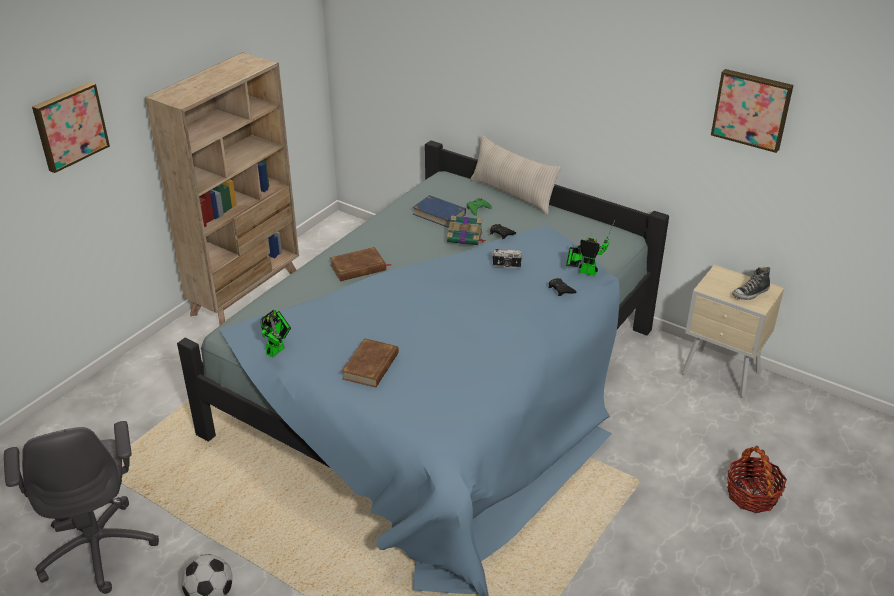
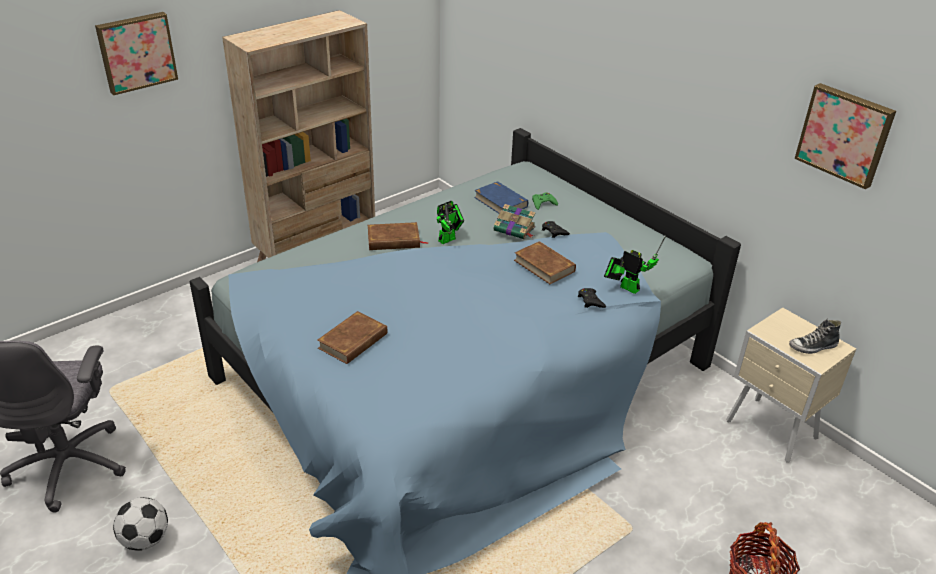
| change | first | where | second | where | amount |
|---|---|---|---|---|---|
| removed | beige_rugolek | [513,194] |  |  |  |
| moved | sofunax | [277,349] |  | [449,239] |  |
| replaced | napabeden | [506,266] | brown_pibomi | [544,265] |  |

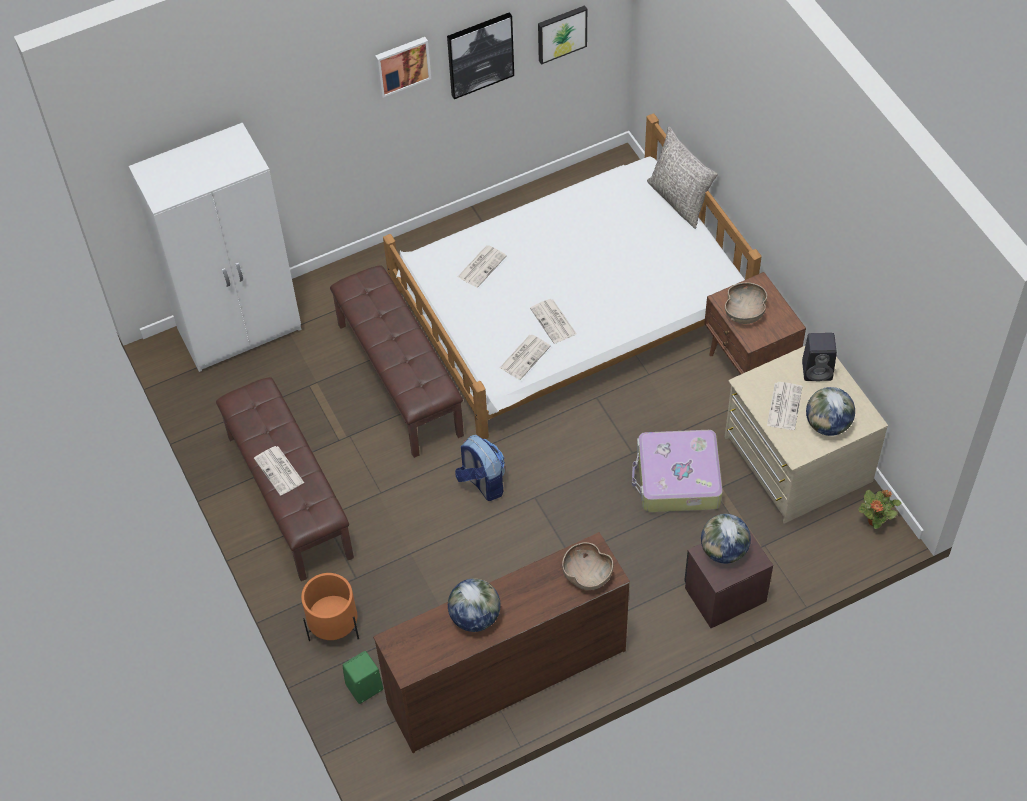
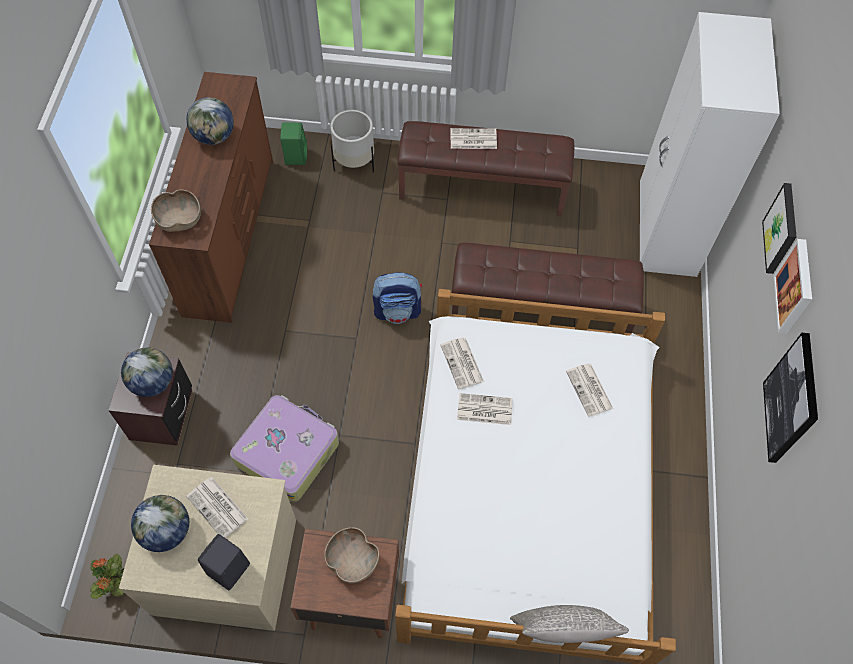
| change | first | where | second | where | amount |
|---|---|---|---|---|---|
| moved | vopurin | [561,33] |  | [782,229] |  |
| recoloured | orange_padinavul | [334,627] | white_padinavul | [354,162] |  |

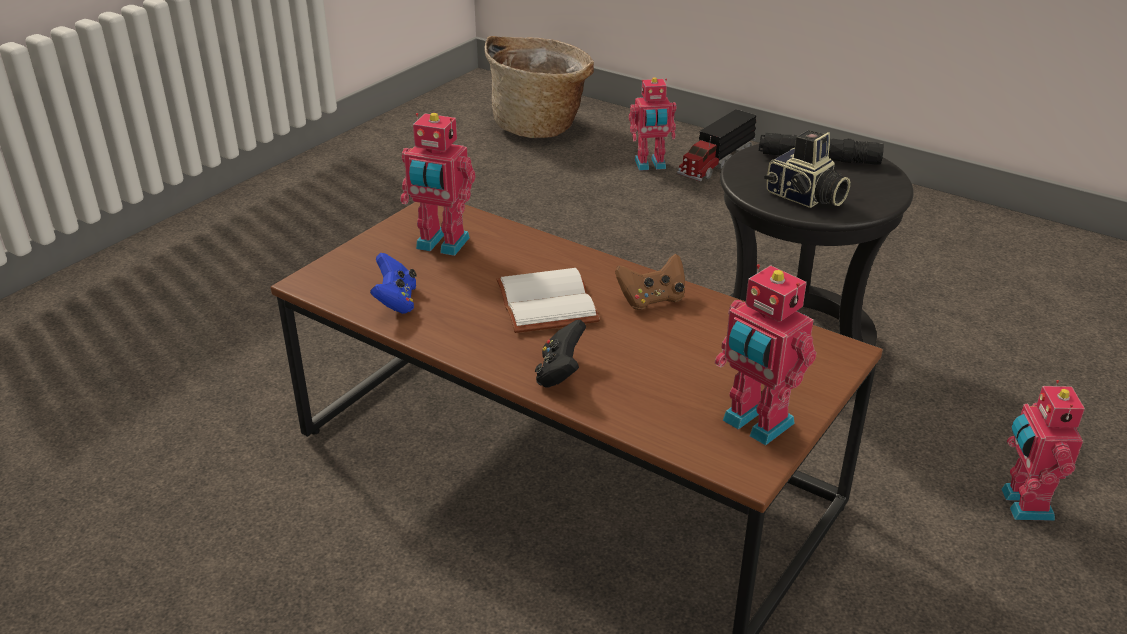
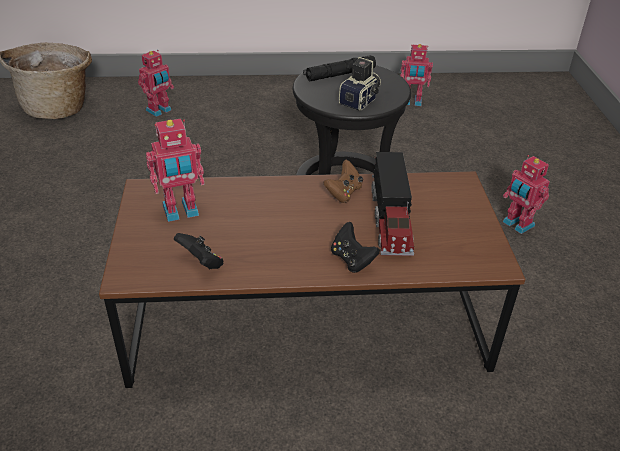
| change | first | where | second | where | amount |
|---|---|---|---|---|---|
| removed | white_pibomi | [543,302] |  |  |  |
| moved | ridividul | [715,162] |  | [391,219] |  |
| moved | sofunax | [755,424] |  | [412,102] |  |
| recoloured | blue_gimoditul | [396,301] | black_gimoditul | [201,262] |  |
| turned | napabeden | [805,198] |  | [361,100] | 60 degrees counterclockwise |

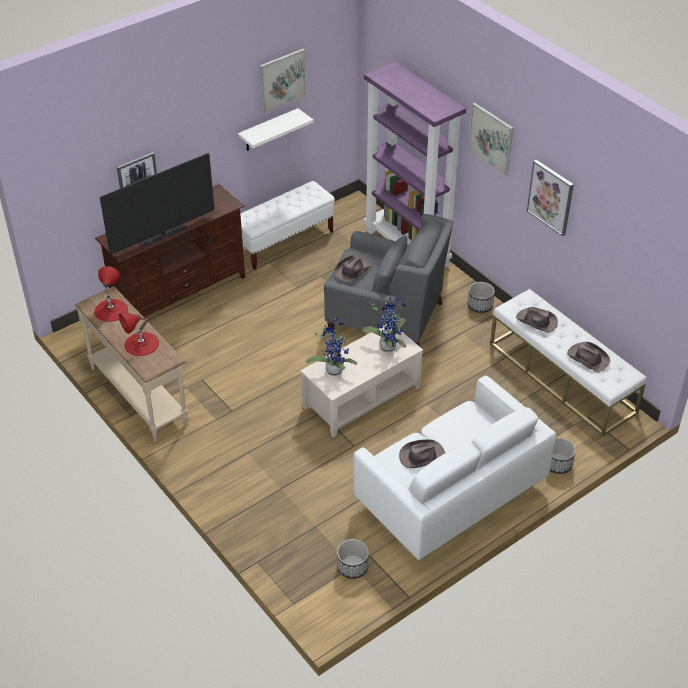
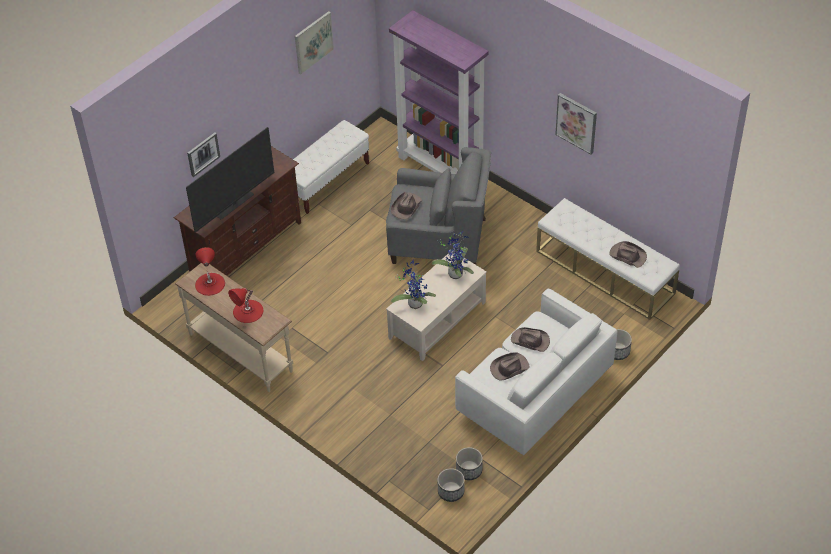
| change | first | where | second | where | amount |
|---|---|---|---|---|---|
| removed | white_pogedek | [268,130] |  |  |  |
| removed | vopurin | [491,138] |  |  |  |
| moved | padinavul | [480,306] |  | [451,491] |  |
| moved | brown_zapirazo | [537,321] |  | [530,341] |  |

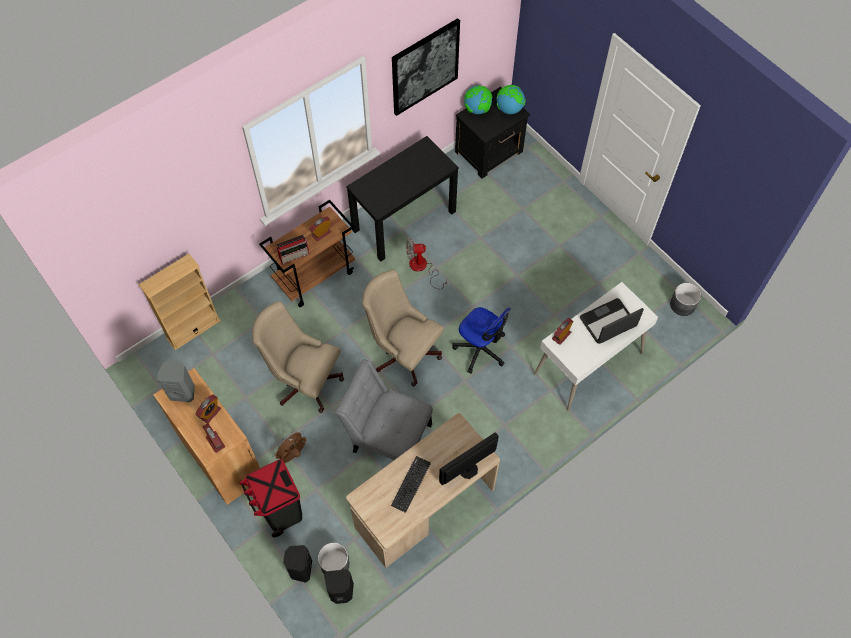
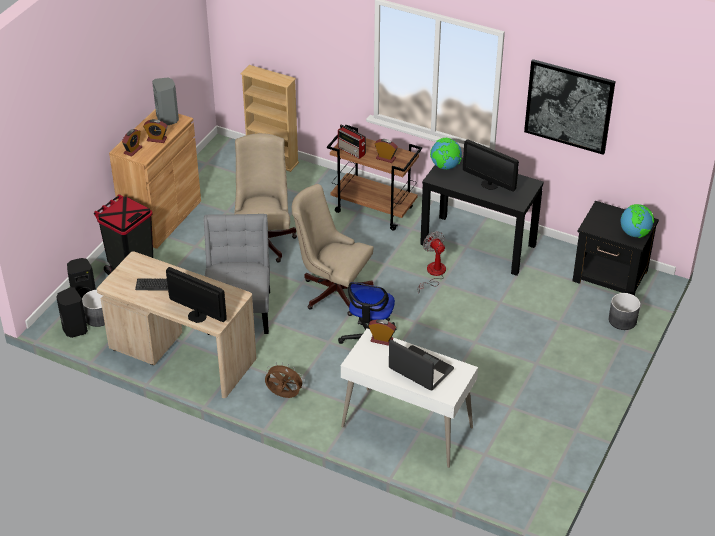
| change | first | where | second | where | amount |
|---|---|---|---|---|---|
| added |  |  | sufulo | [489,184] |  |
| moved | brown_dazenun | [293,455] |  | [284,396] |  |
| moved | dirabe | [477,109] |  | [445,167] |  |
| moved | grey_padinavul | [682,304] |  | [622,320] |  |
| turned | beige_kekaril | [403,352] |  | [332,291] | 75 degrees counterclockwise |

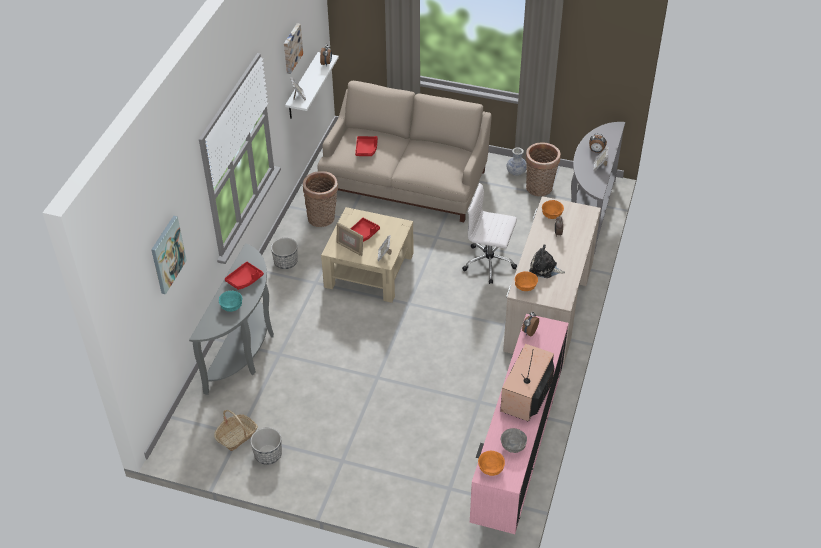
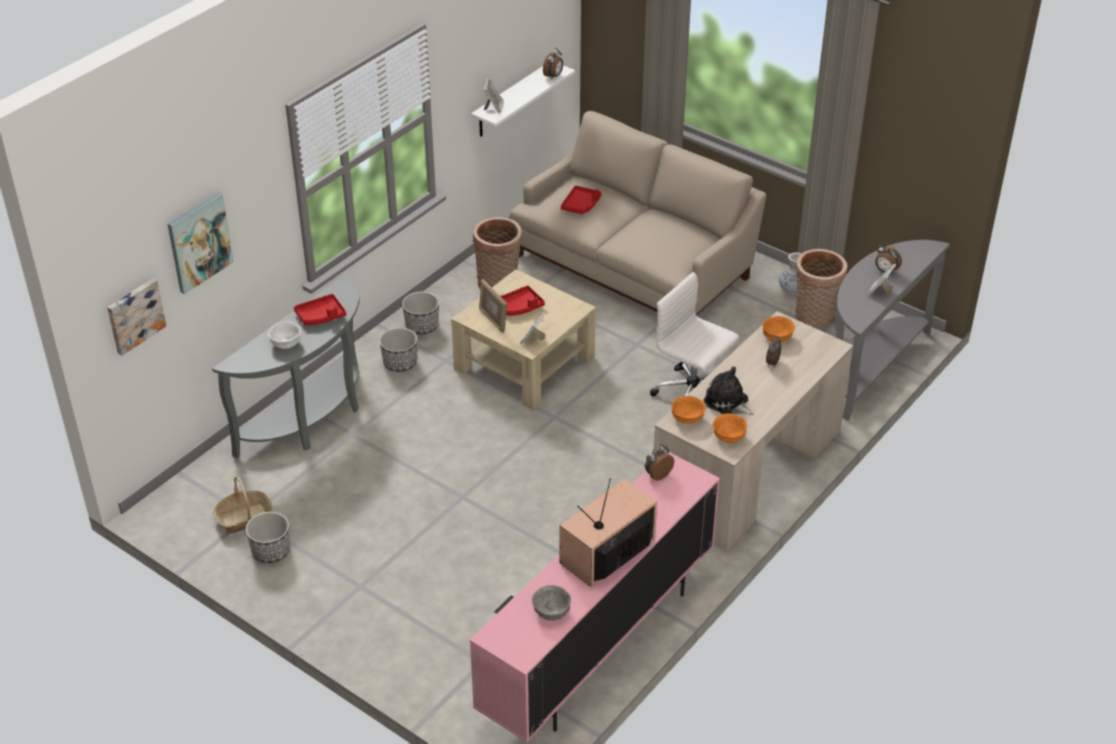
| change | first | where | second | where | amount |
|---|---|---|---|---|---|
| added |  |  | padinavul | [400,363] |  |
| moved | vopurin | [291,48] |  | [134,315] |  |
| moved | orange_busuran | [491,468] |  | [729,436] |  |
| recoloured | turquoise_busuran | [232,306] | white_busuran | [286,343] |  |

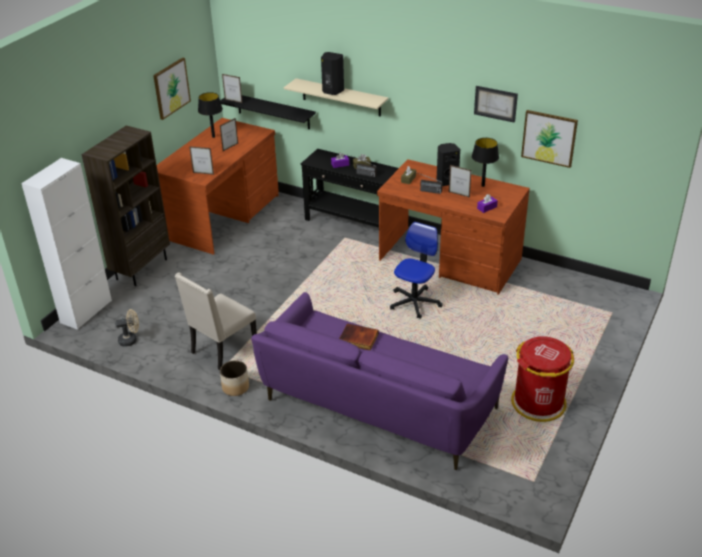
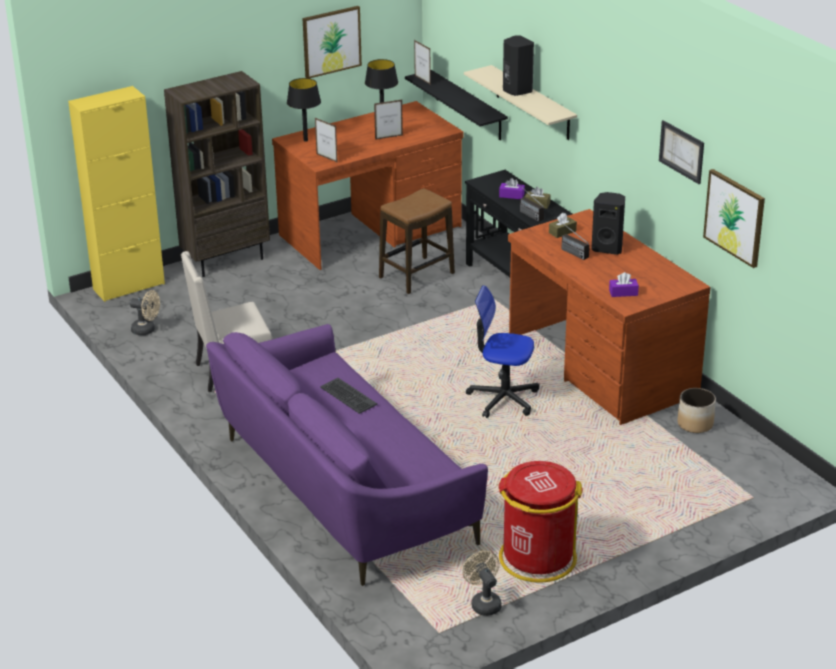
| change | first | where | second | where | amount |
|---|---|---|---|---|---|
| removed | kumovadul | [459,194] |  |  |  |
| added |  |  | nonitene | [416,276] |  |
| added |  |  | beige_dazenun | [484,603] |  |
| moved | padinavul | [235,387] |  | [694,424] |  |
| moved | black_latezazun | [483,186] |  | [305,140] |  |
| replaced | pibomi | [358,339] | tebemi | [348,396] |  |
| recoloured | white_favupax | [86,311] | yellow_favupax | [129,286] |  |
| turned | kekaril | [414,302] |  | [503,398] | 135 degrees counterclockwise |

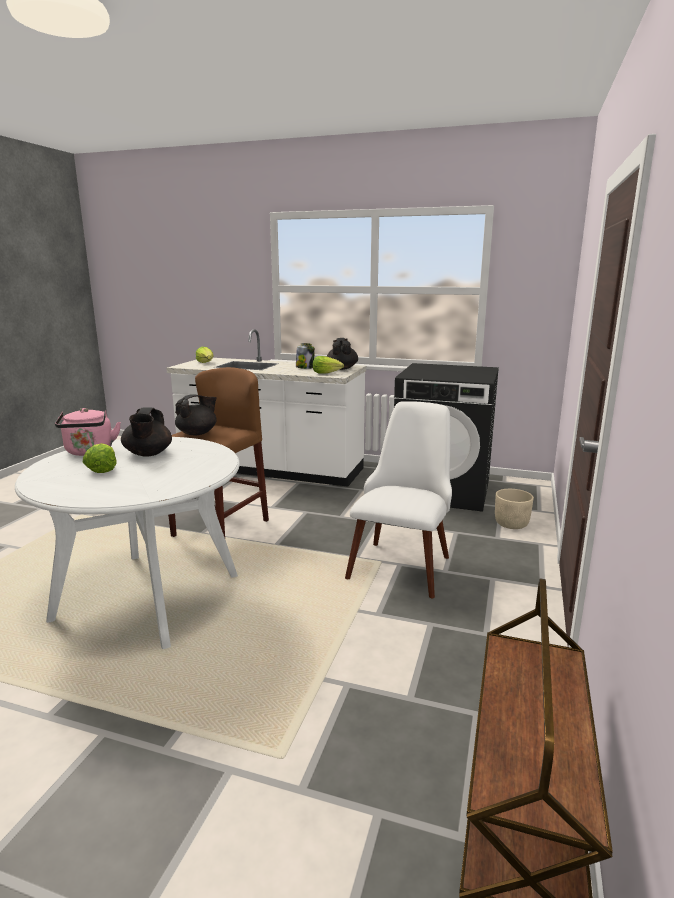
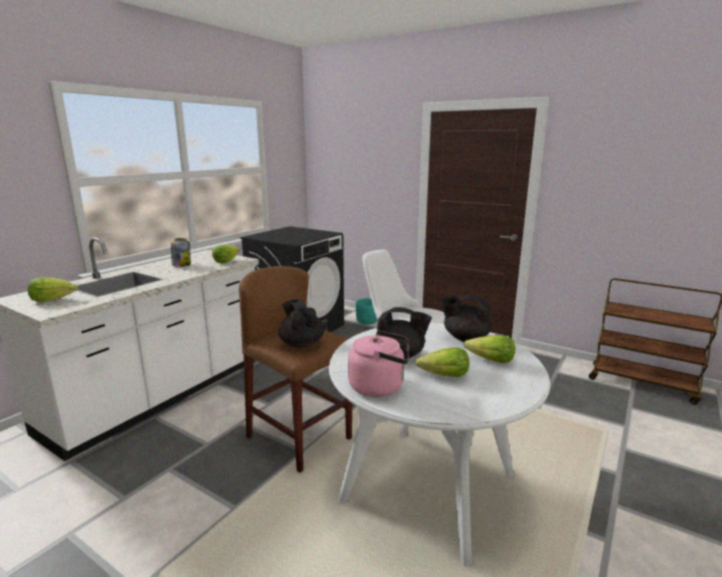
| change | first | where | second | where | amount |
|---|---|---|---|---|---|
| added |  |  | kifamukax | [490,360] |  |
| moved | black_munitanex | [342,368] |  | [465,338] |  |
| recoloured | beige_padinavul | [511,524] | turquoise_padinavul | [367,322] |  |

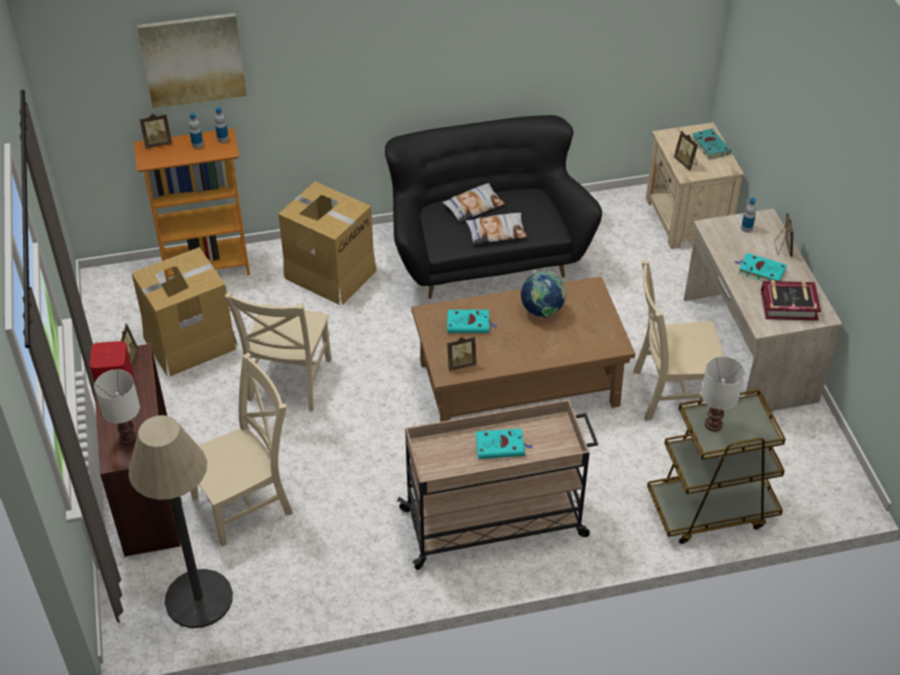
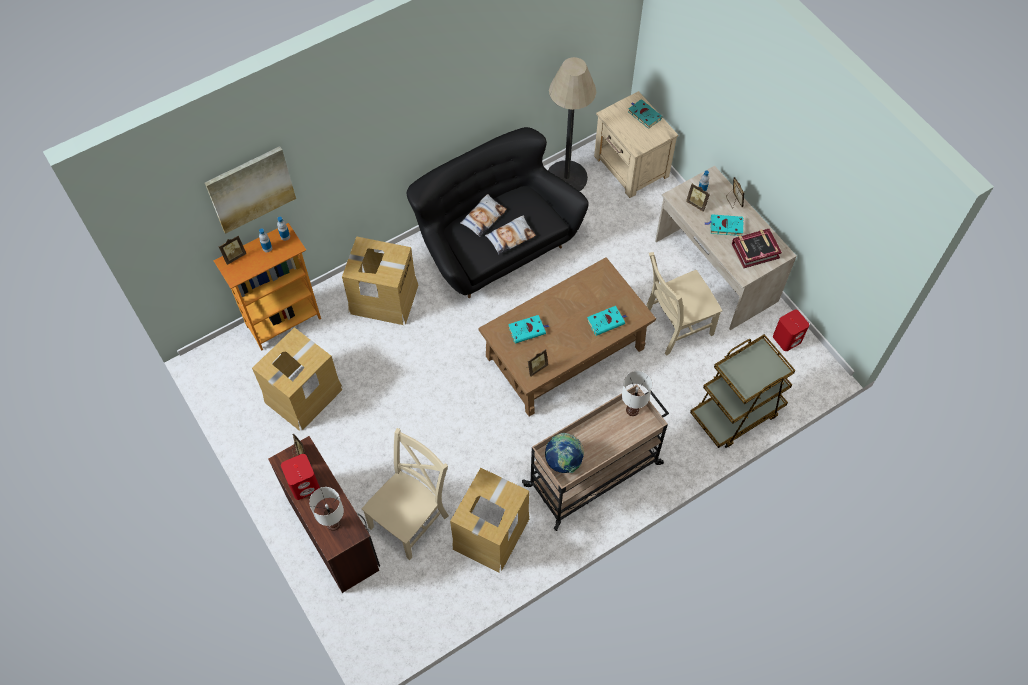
| change | first | where | second | where | amount |
|---|---|---|---|---|---|
| removed | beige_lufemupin | [288,382] |  |  |  |
| added |  |  | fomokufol | [490,533] |  |
| added |  |  | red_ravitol | [787,339] |  |
| moved | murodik | [199,599] |  | [566,178] |  |
| moved | turquoise_pibomi | [501,446] |  | [606,321] |  |
| moved | dirabe | [542,311] |  | [563,461] |  |
| moved | kumovadul | [686,162] |  | [697,204] |  |
| moved | white_latezazun | [713,425] |  | [632,410] |  |

